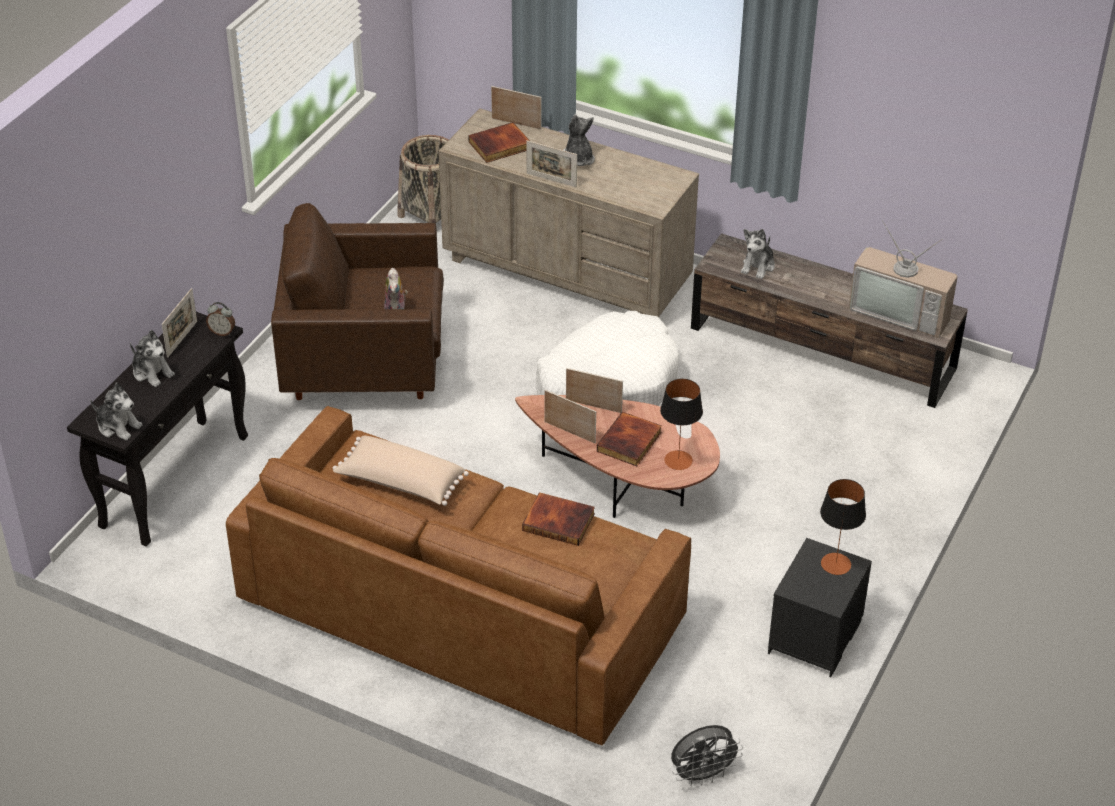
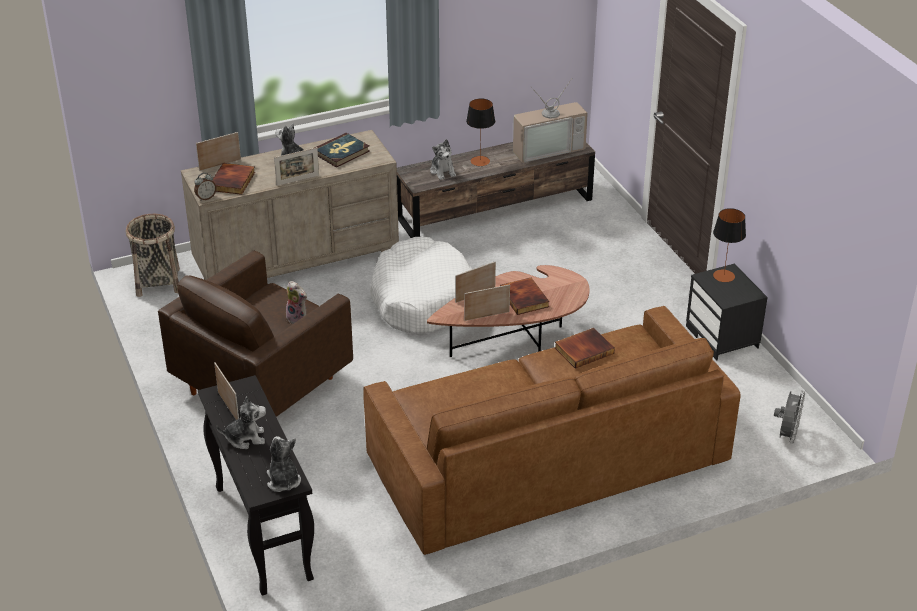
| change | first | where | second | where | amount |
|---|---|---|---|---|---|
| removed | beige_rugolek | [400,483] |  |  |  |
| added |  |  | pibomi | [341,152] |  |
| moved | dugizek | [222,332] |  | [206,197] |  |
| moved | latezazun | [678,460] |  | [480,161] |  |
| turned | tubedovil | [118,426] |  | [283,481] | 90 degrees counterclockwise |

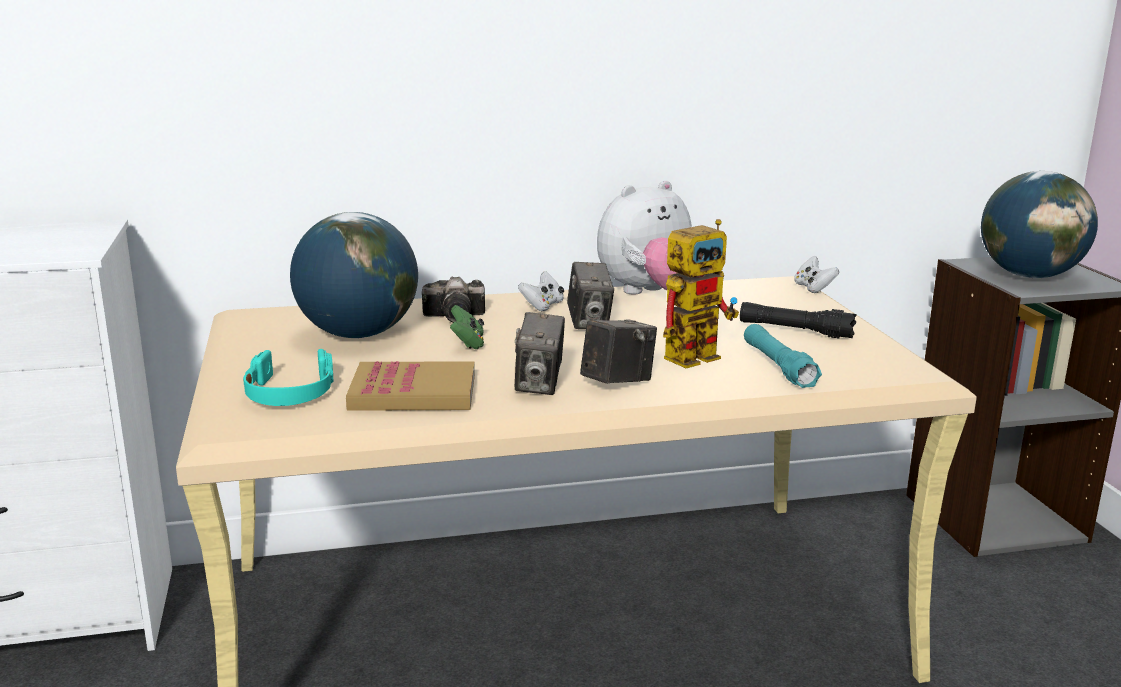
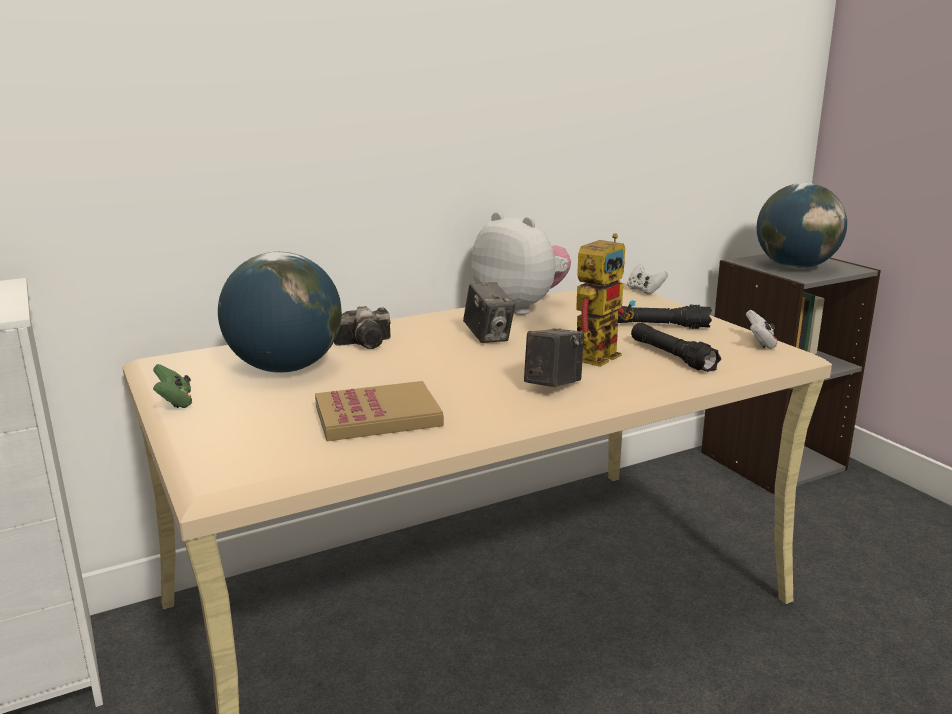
| change | first | where | second | where | amount |
|---|---|---|---|---|---|
| removed | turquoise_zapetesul | [289,392] |  |  |  |
| removed | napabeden | [539,385] |  |  |  |
| moved | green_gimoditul | [467,343] |  | [175,402] |  |
| moved | white_gimoditul | [542,306] |  | [760,343] |  |
| recoloured | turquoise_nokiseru | [778,366] | black_nokiseru | [672,356] |  |
| turned | tubedovil | [652,294] |  | [521,307] | 90 degrees counterclockwise |

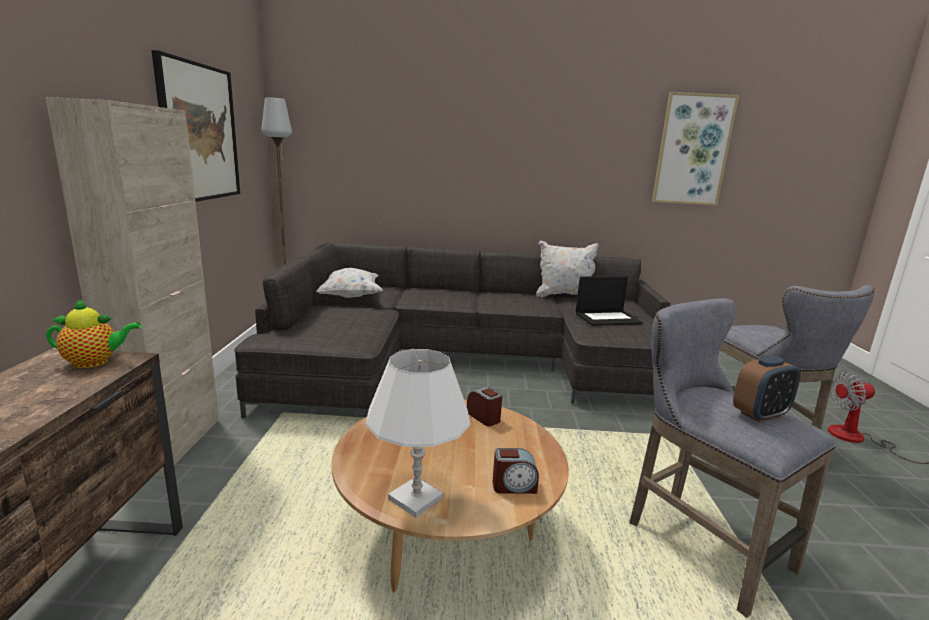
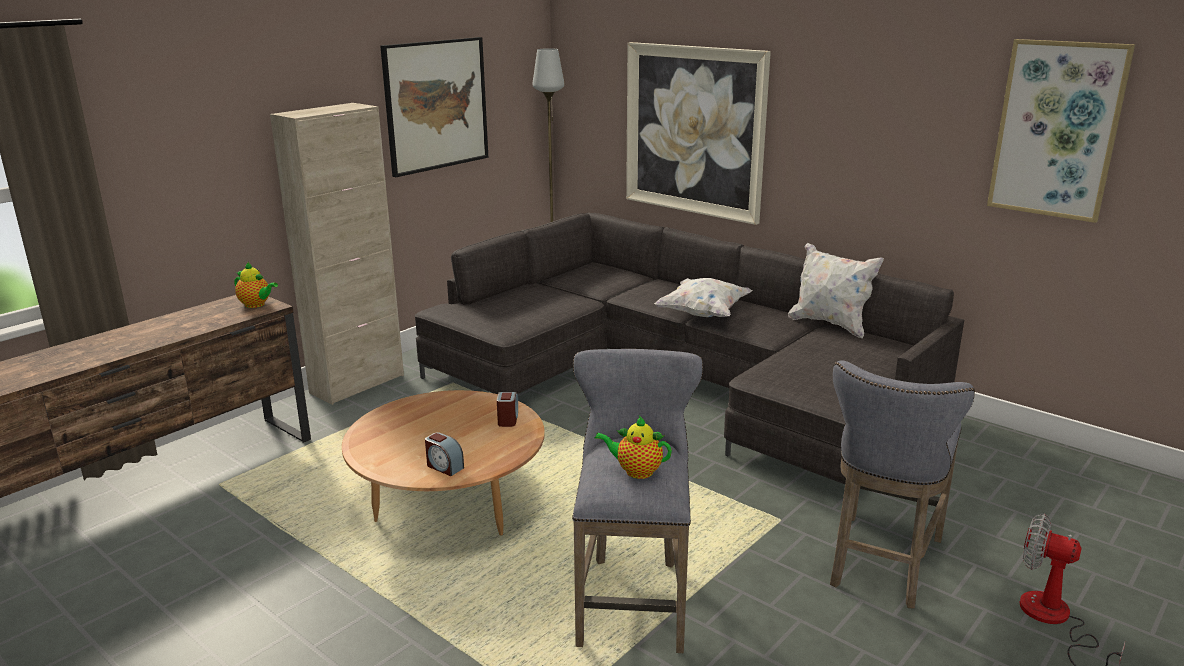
| change | first | where | second | where | amount |
|---|---|---|---|---|---|
| removed | white_latezazun | [416,498] |  |  |  |
| removed | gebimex | [608,318] |  |  |  |
| added |  |  | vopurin | [694,130] |  |
| moved | white_rugolek | [349,296] |  | [703,314] |  |
| replaced | dugizek | [760,414] | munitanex | [636,471] |  |

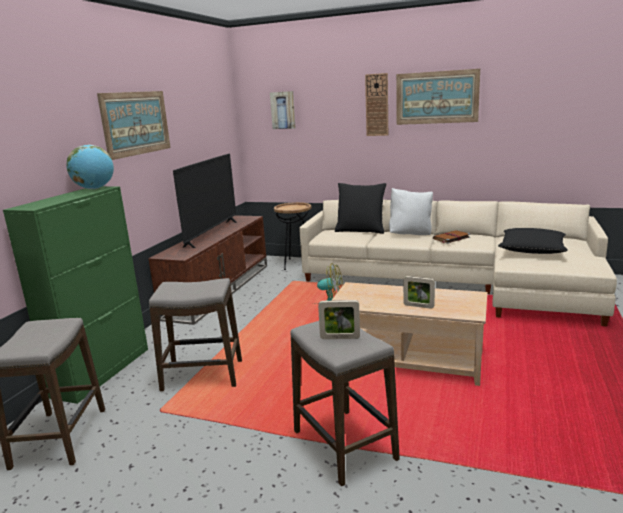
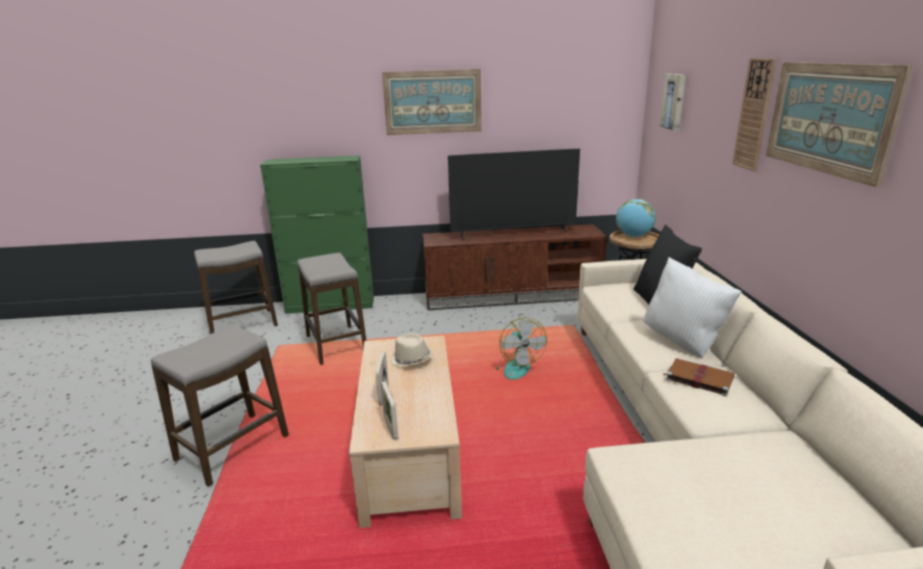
| change | first | where | second | where | amount |
|---|---|---|---|---|---|
| removed | black_rugolek | [532,250] |  |  |  |
| added |  |  | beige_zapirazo | [411,360] |  |
| moved | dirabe | [94,189] |  | [633,236] |  |
| moved | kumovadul | [340,338] |  | [391,427] |  |

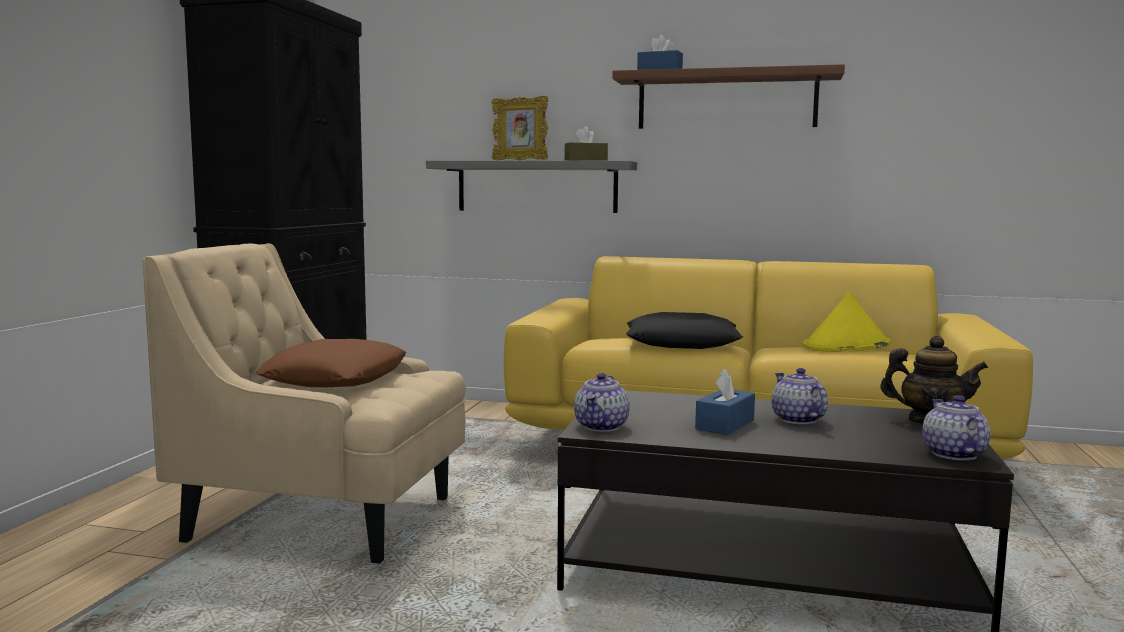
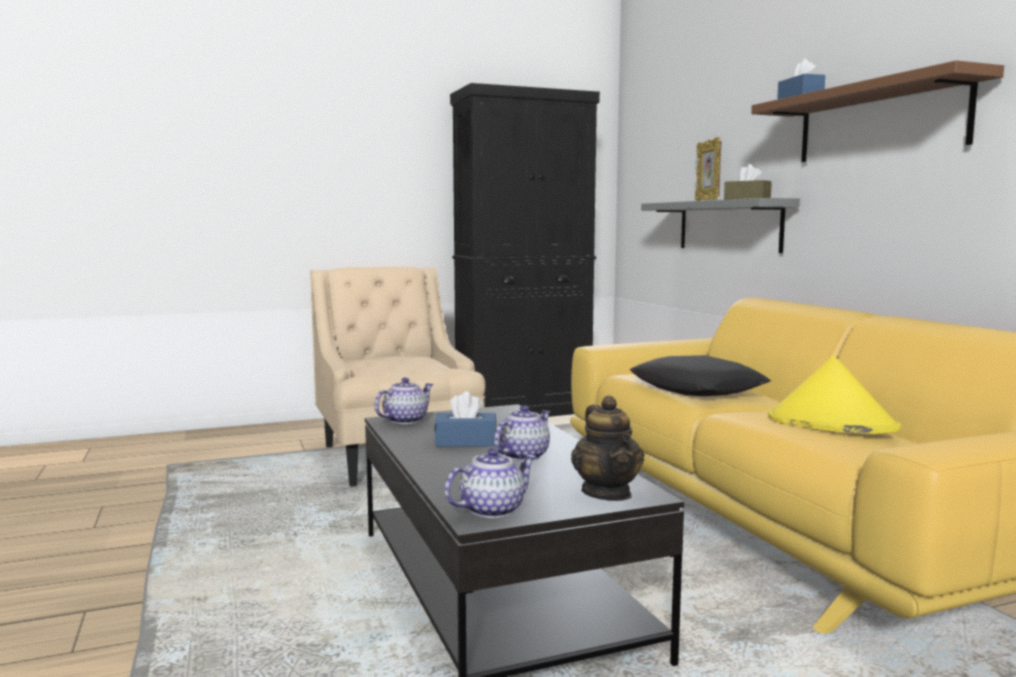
| change | first | where | second | where | amount |
|---|---|---|---|---|---|
| removed | brown_rugolek | [336,378] |  |  |  |
| turned | munitanex | [602,426] |  | [405,420] | 150 degrees clockwise |

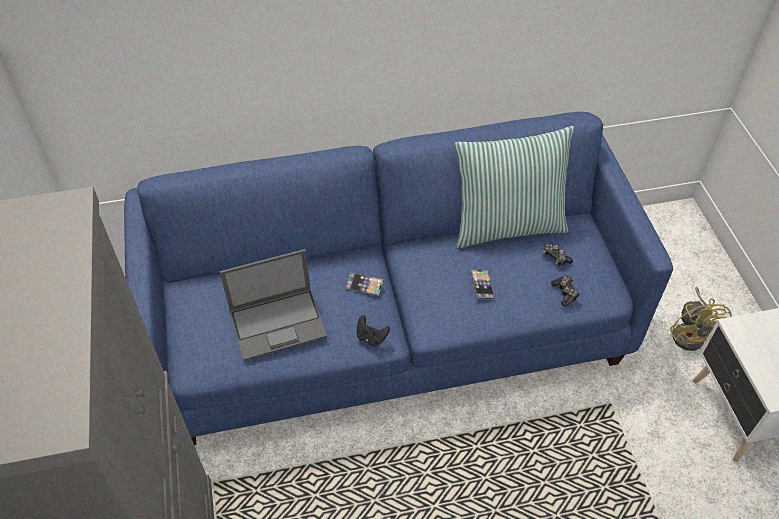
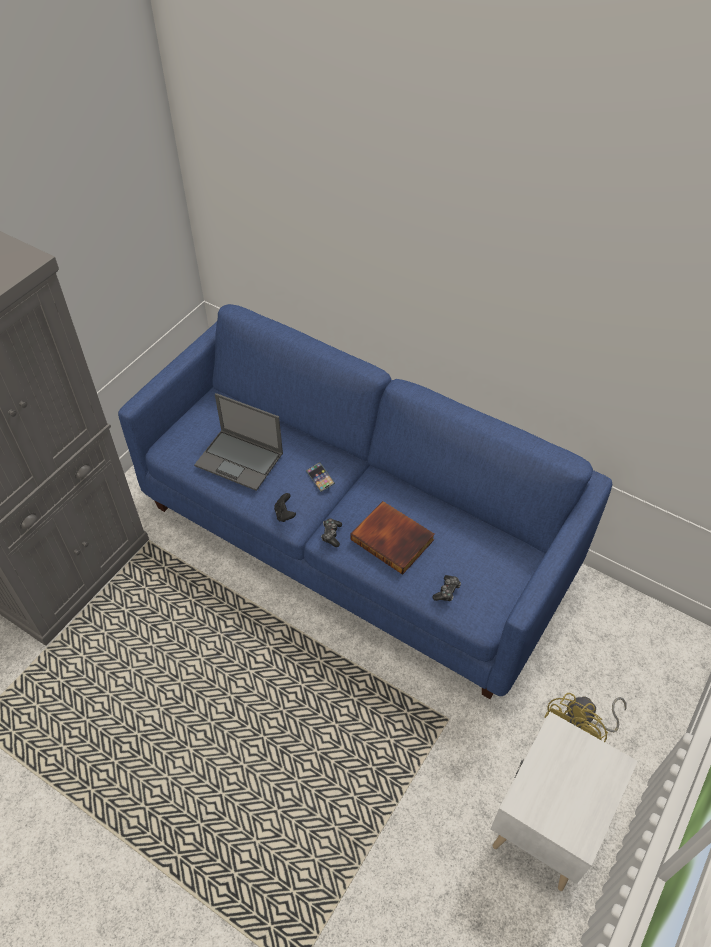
| change | first | where | second | where | amount |
|---|---|---|---|---|---|
| removed | rugolek | [507,225] |  |  |  |
| moved | gimoditul | [555,257] |  | [331,535] |  |
| replaced | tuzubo | [482,286] | pibomi | [393,539] |  |

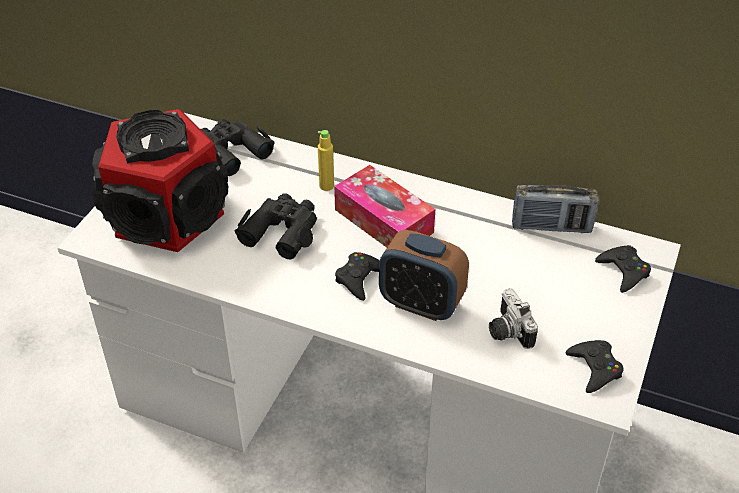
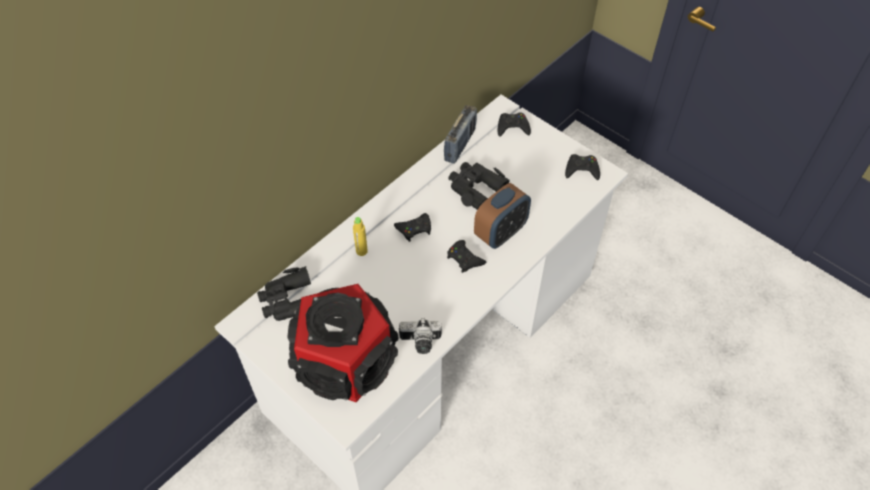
| change | first | where | second | where | amount |
|---|---|---|---|---|---|
| moved | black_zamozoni | [282,231] |  | [475,188] |  |
| moved | napabeden | [507,331] |  | [420,343] |  |
| replaced | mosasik | [383,221] | black_gimoditul | [414,229] |  |

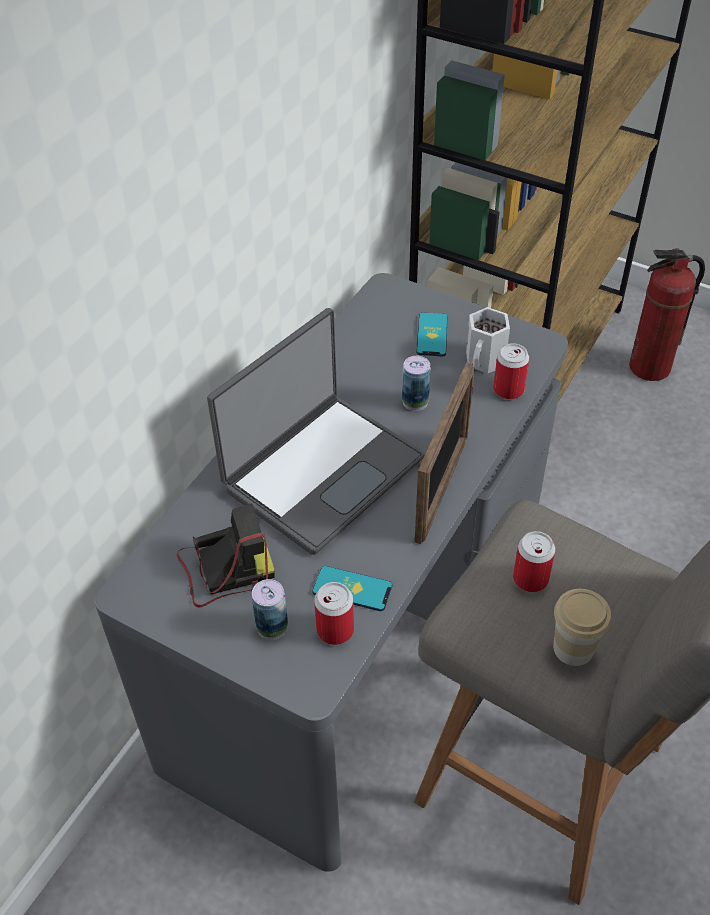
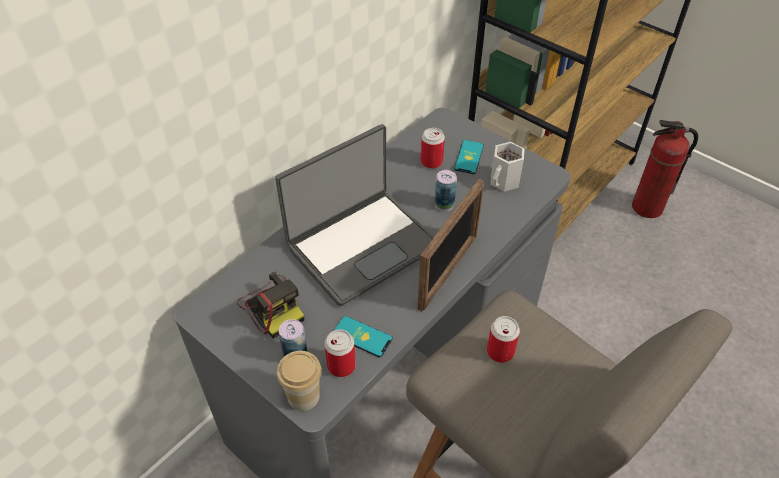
| change | first | where | second | where | amount |
|---|---|---|---|---|---|
| moved | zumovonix | [508,389] |  | [431,162] |  |
| moved | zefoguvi | [573,648] |  | [303,396] |  |
| turned | napabeden | [224,570] |  | [272,307] | 60 degrees clockwise |

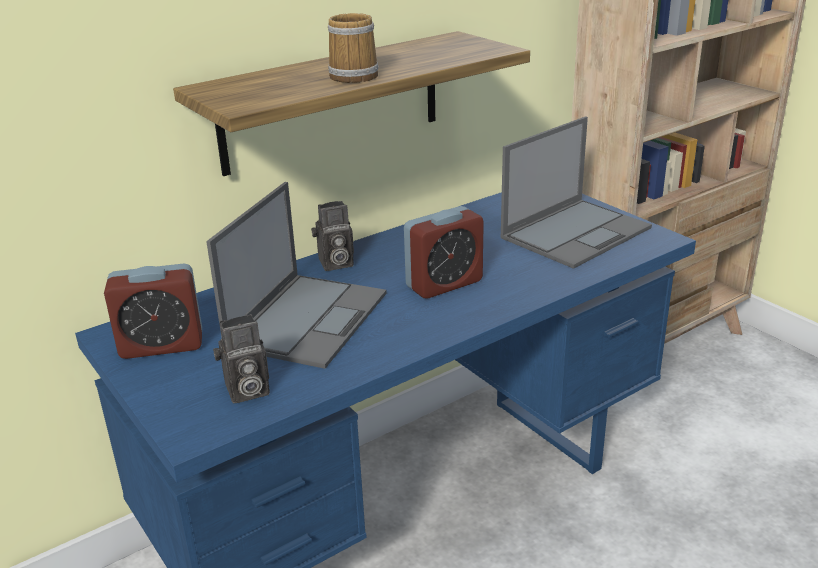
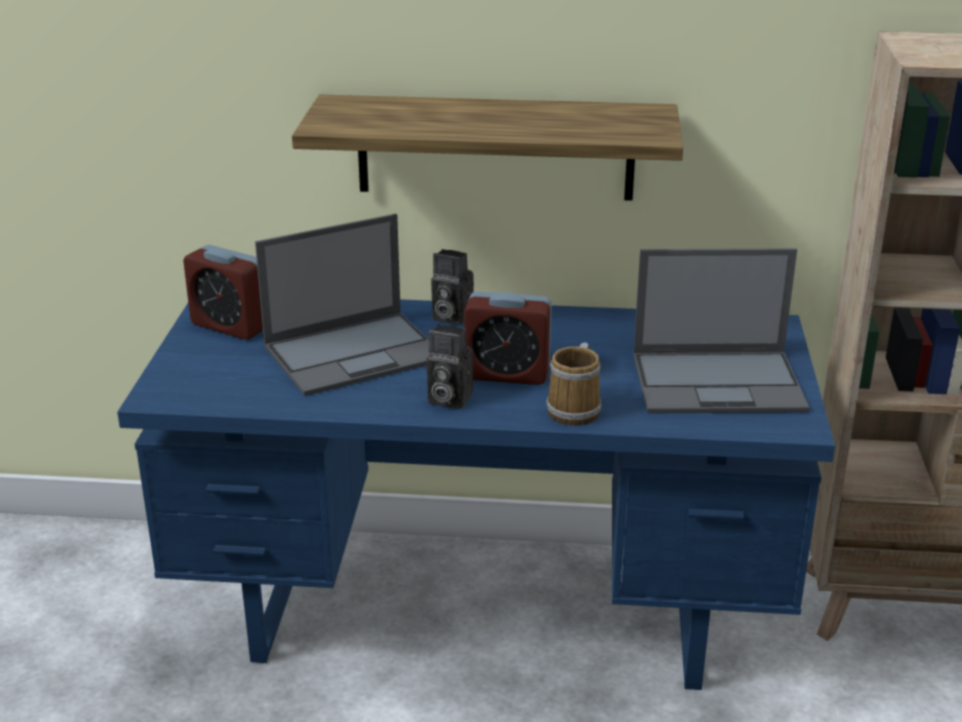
| change | first | where | second | where | amount |
|---|---|---|---|---|---|
| moved | napabeden | [245,392] |  | [447,399] |  |
| moved | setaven | [353,75] |  | [576,409] |  |

